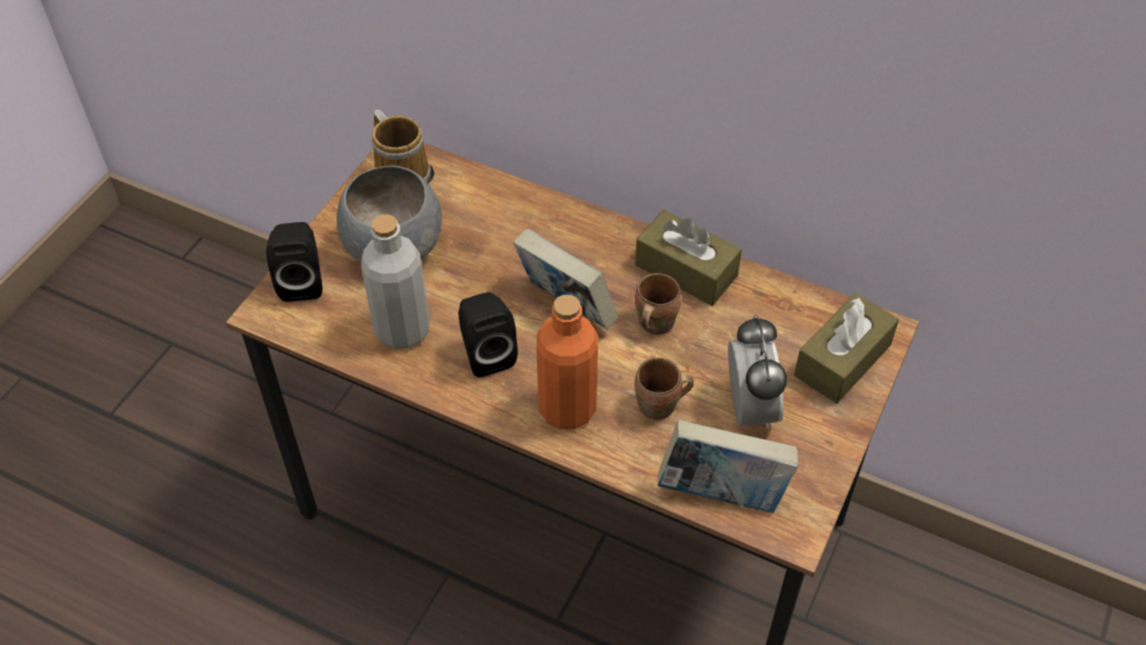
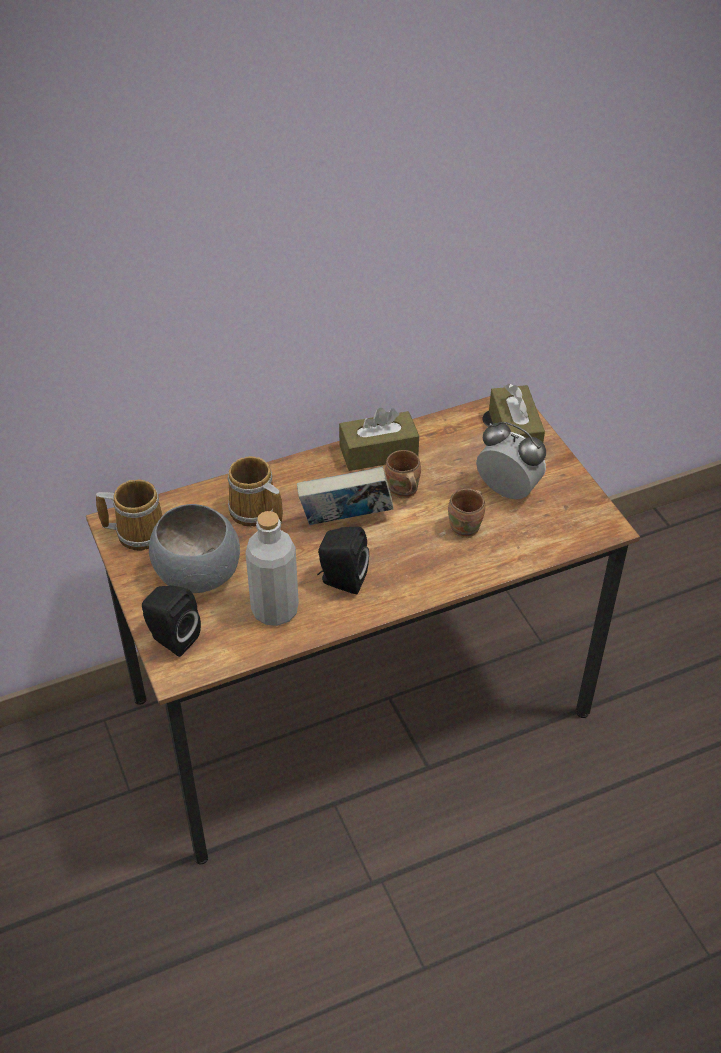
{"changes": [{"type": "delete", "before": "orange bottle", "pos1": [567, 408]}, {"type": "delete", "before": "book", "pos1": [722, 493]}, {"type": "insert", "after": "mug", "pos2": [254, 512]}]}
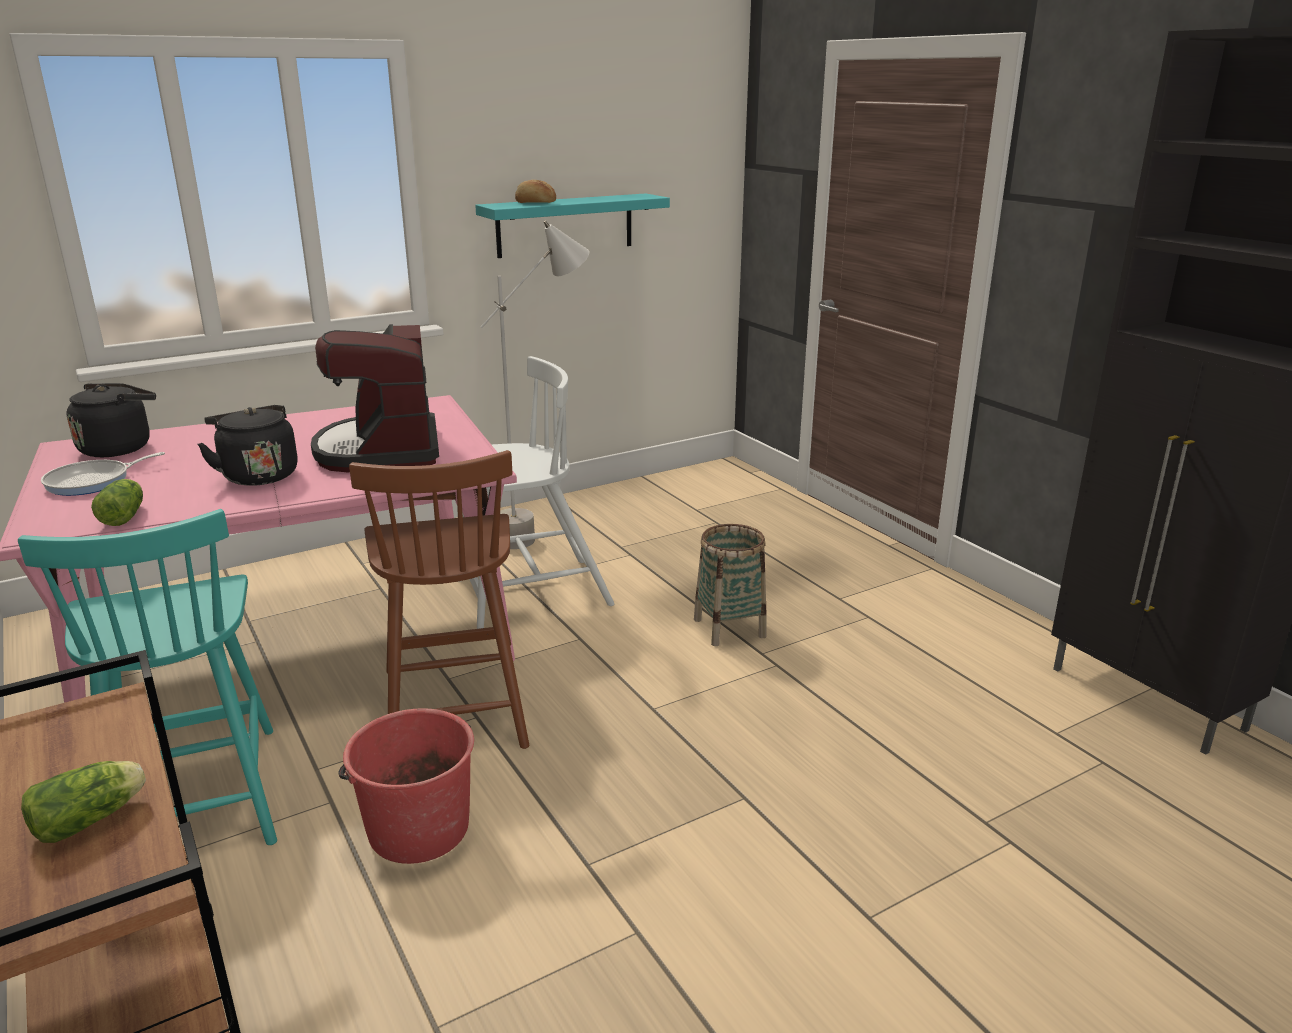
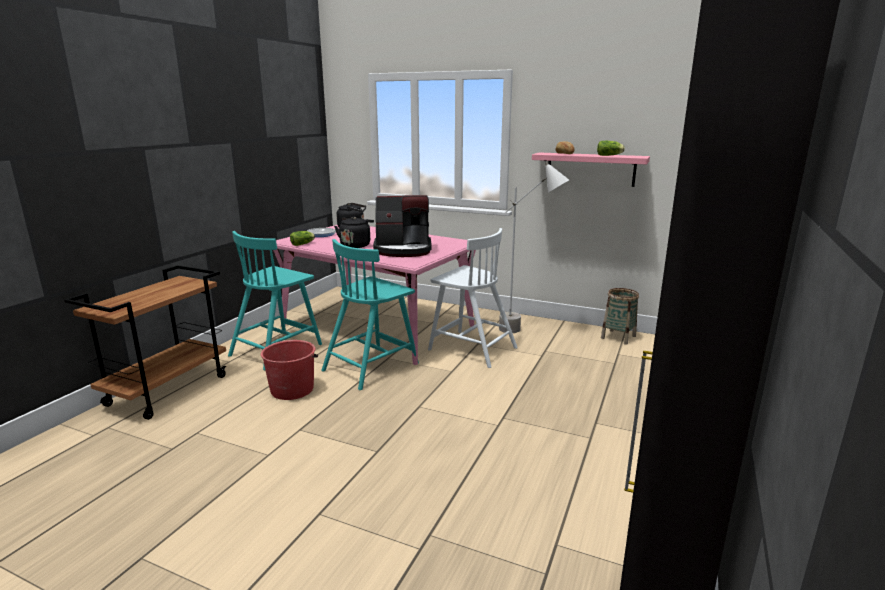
{"changes": [{"type": "recolor", "before": "turquoise shelf", "after": "pink shelf", "pos1": [565, 225], "pos2": [590, 169]}, {"type": "rotate", "before": "coffee machine", "pos1": [381, 450], "pos2": [403, 250], "turn": -135}, {"type": "recolor", "before": "brown chair", "after": "turquoise chair", "pos1": [454, 705], "pos2": [372, 366]}, {"type": "move", "before": "basket", "pos1": [729, 628], "pos2": [618, 337]}, {"type": "move", "before": "lettuce", "pos1": [93, 818], "pos2": [610, 155]}]}
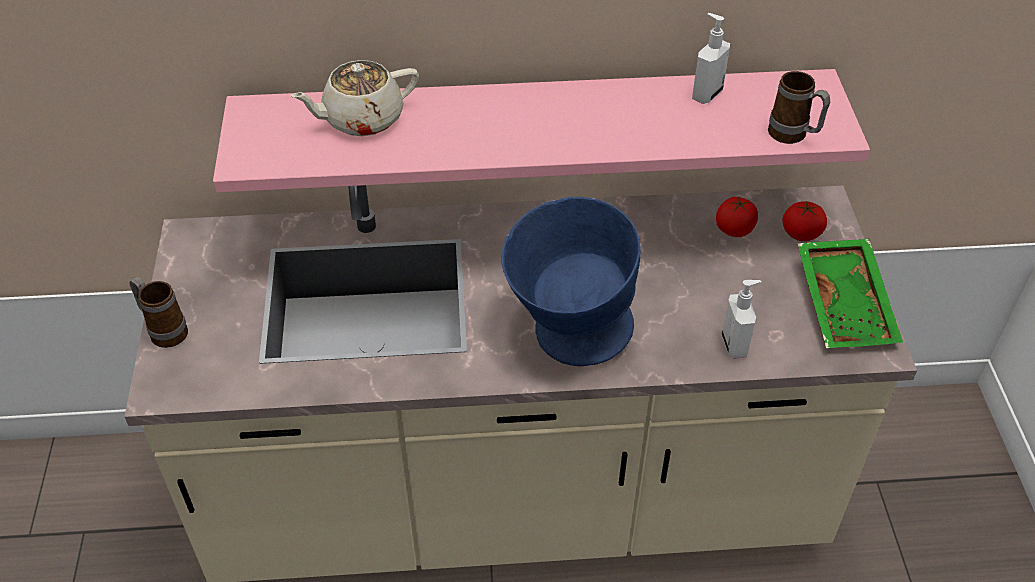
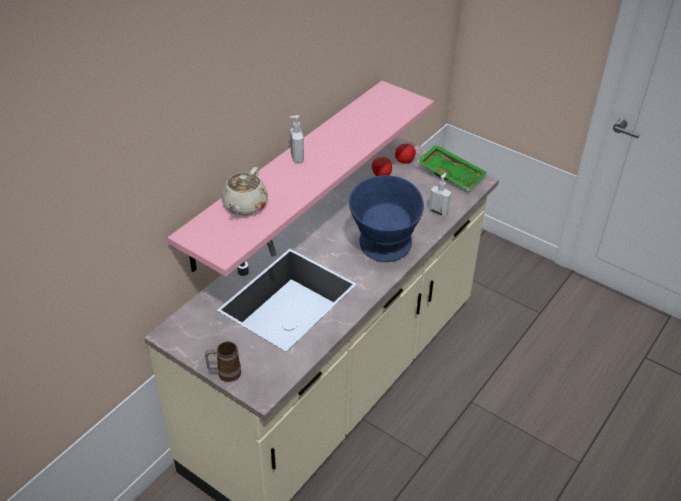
{"changes": [{"type": "move", "before": "soap dispenser", "pos1": [706, 94], "pos2": [296, 158]}, {"type": "delete", "before": "mug", "pos1": [793, 136]}]}
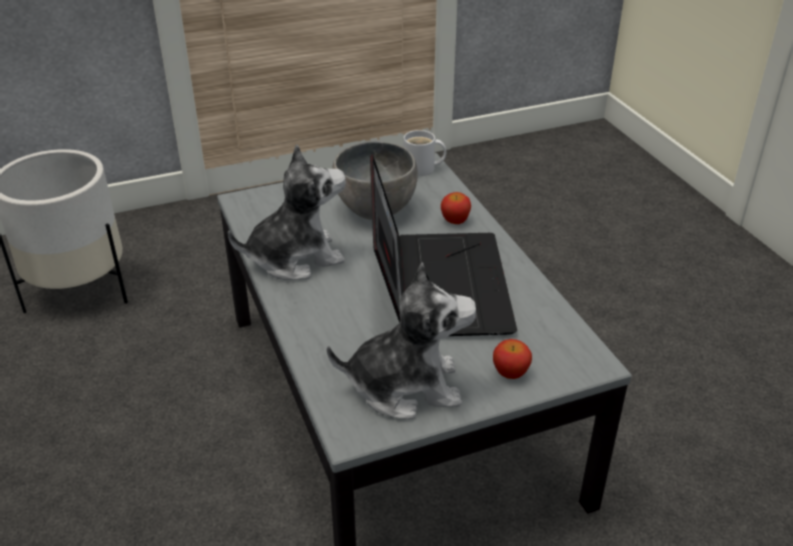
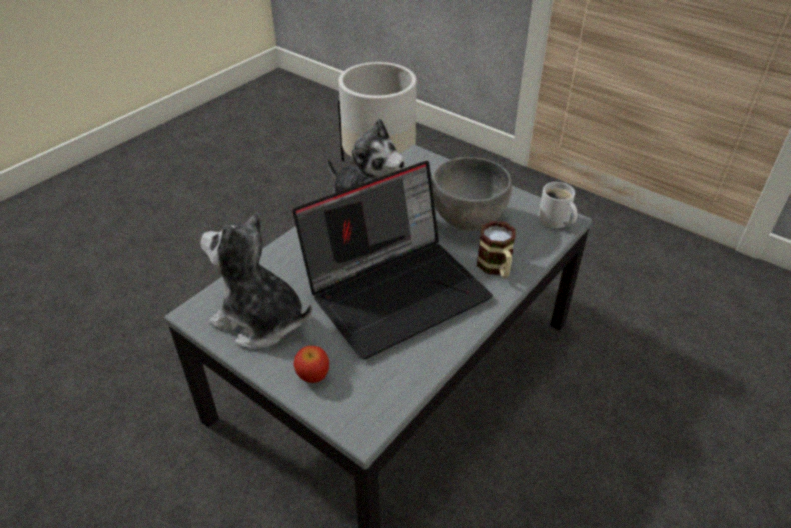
{"changes": [{"type": "replace", "before": "apple", "after": "mug", "pos1": [455, 220], "pos2": [496, 268]}, {"type": "rotate", "before": "plush toy", "pos1": [405, 386], "pos2": [260, 320], "turn": 150}]}
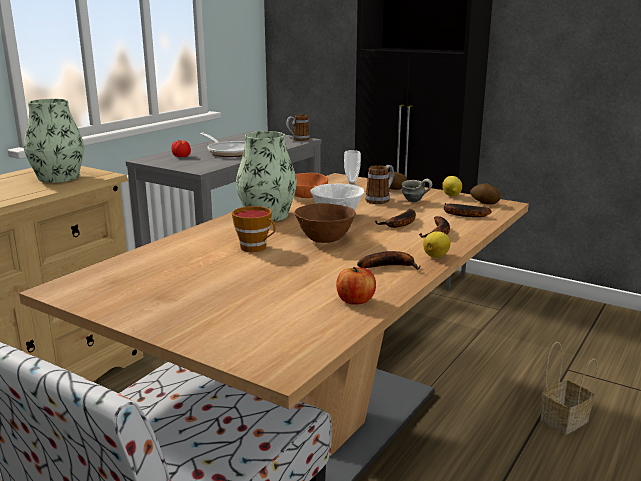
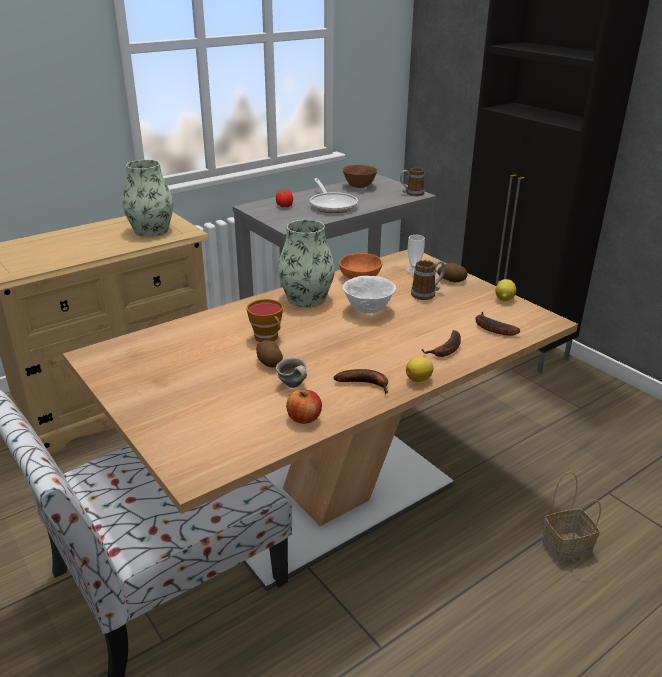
{"changes": [{"type": "move", "before": "grey mug", "pos1": [414, 201], "pos2": [292, 386]}, {"type": "move", "before": "potato", "pos1": [484, 203], "pos2": [269, 362]}, {"type": "move", "before": "brown bowl", "pos1": [324, 240], "pos2": [359, 186]}, {"type": "delete", "before": "banana", "pos1": [400, 224]}]}
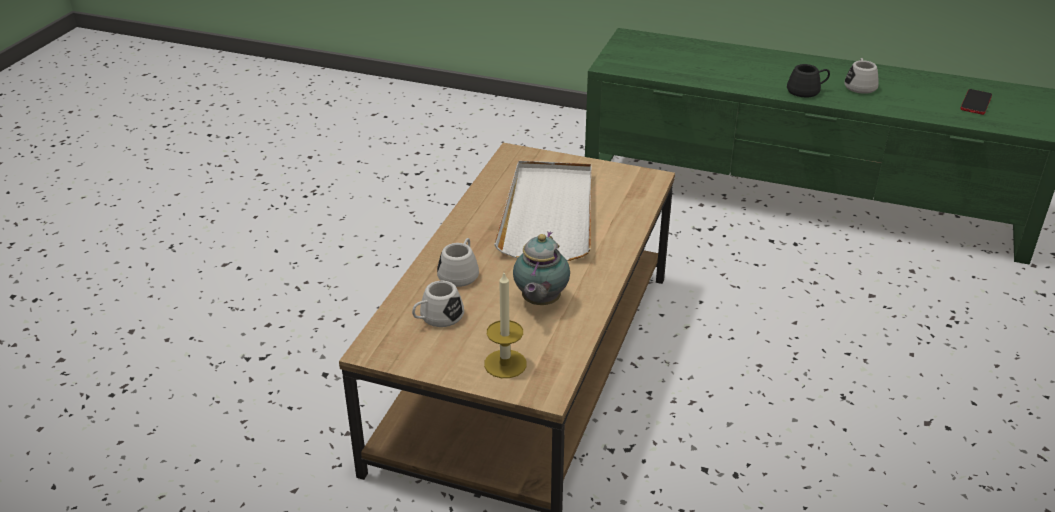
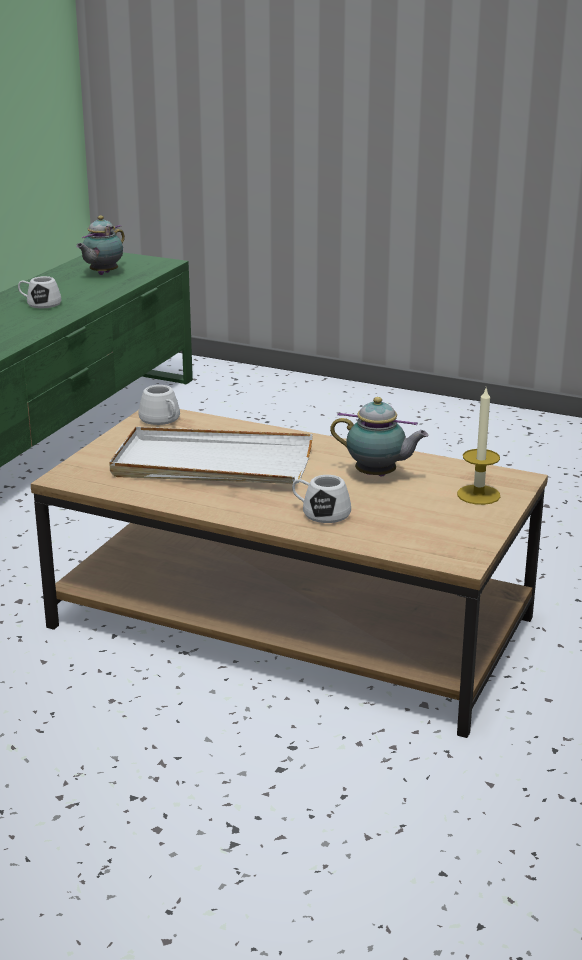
{"changes": [{"type": "delete", "before": "black mug", "pos1": [807, 91]}, {"type": "replace", "before": "phone", "after": "teapot", "pos1": [976, 103], "pos2": [102, 274]}, {"type": "move", "before": "white mug", "pos1": [437, 318], "pos2": [162, 420]}]}
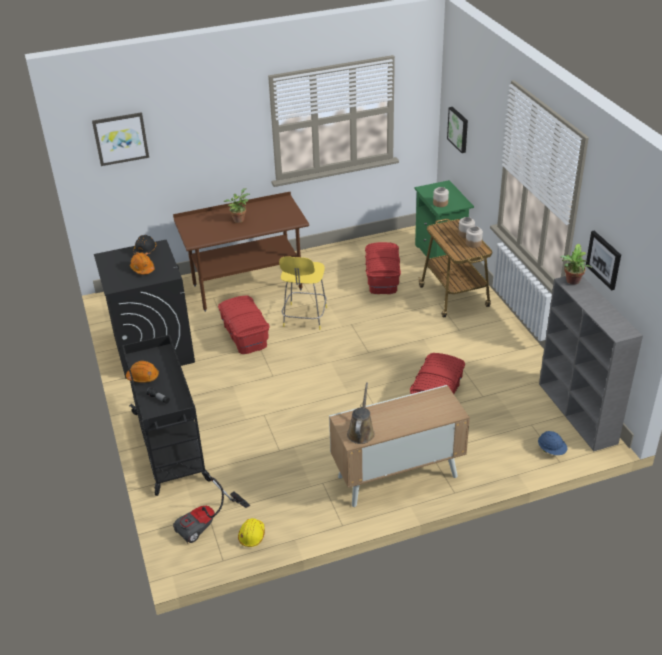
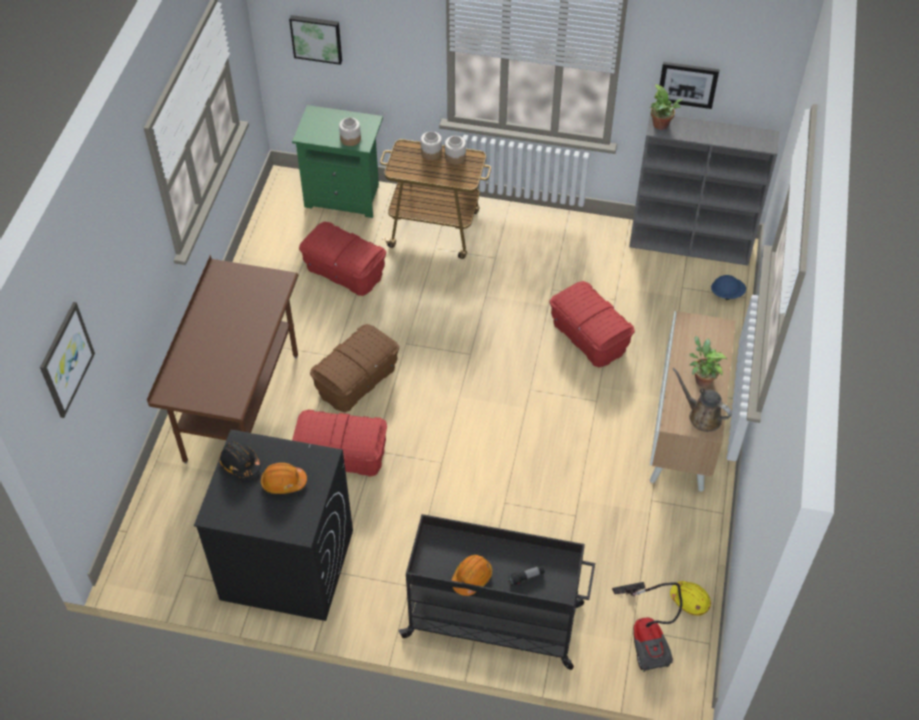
{"changes": [{"type": "move", "before": "potted plant", "pos1": [239, 219], "pos2": [701, 379]}, {"type": "replace", "before": "yellow stool", "after": "brown storage box", "pos1": [304, 318], "pos2": [357, 380]}]}
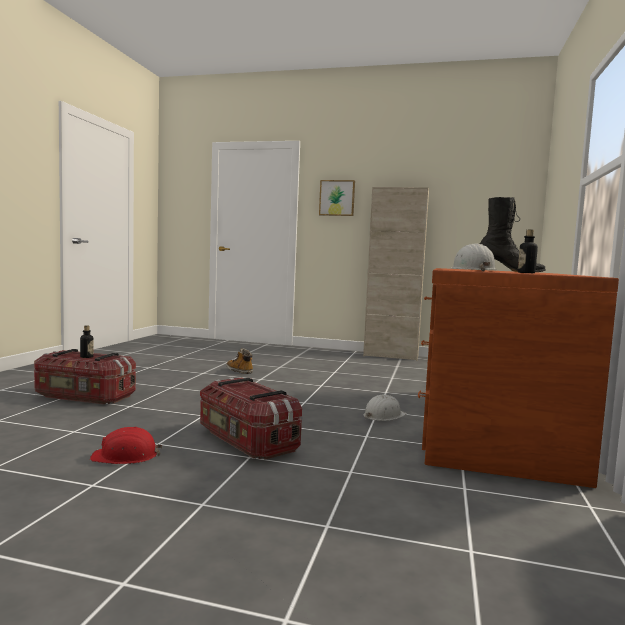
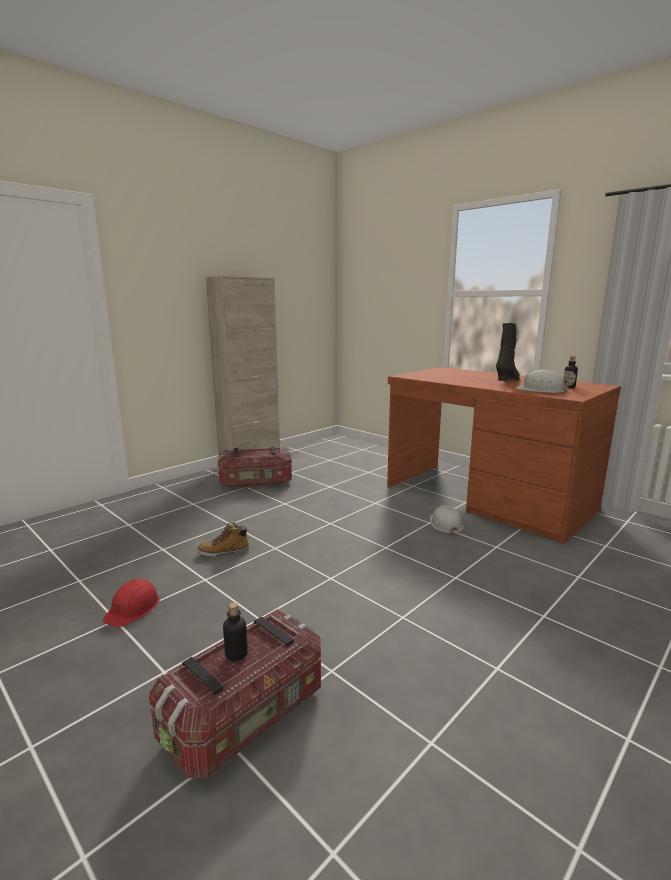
{"changes": [{"type": "delete", "before": "picture", "pos1": [337, 198]}, {"type": "move", "before": "storage box", "pos1": [246, 440], "pos2": [256, 482]}, {"type": "move", "before": "red hard hat", "pos1": [126, 456], "pos2": [133, 608]}]}
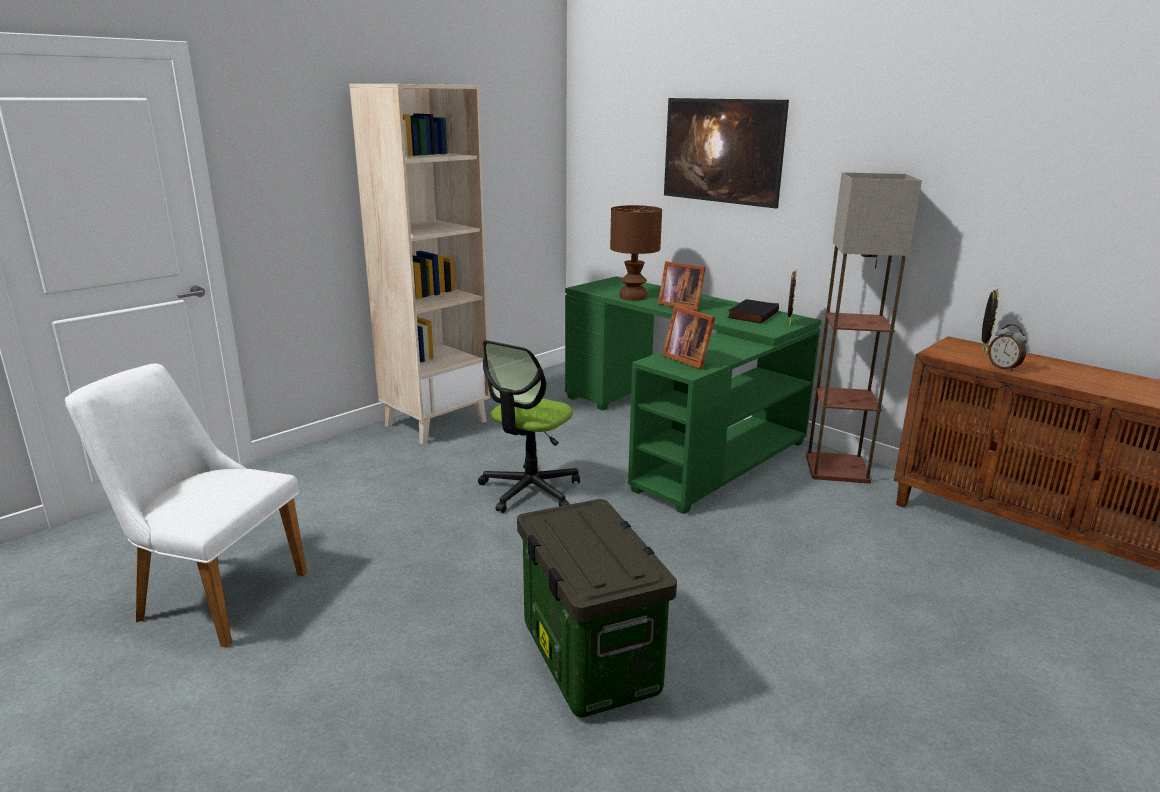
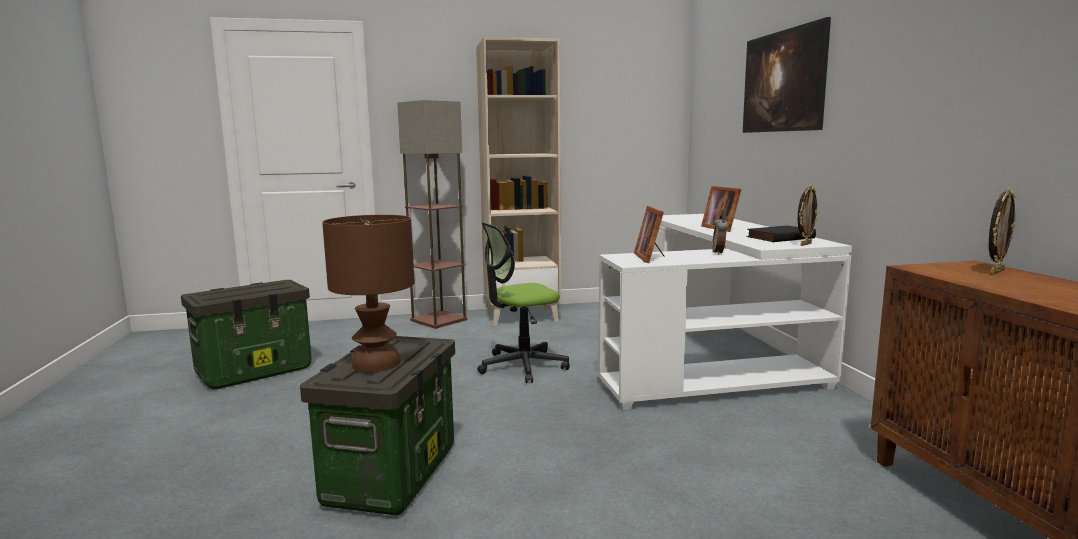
{"changes": [{"type": "move", "before": "floor lamp", "pos1": [837, 468], "pos2": [440, 320]}, {"type": "move", "before": "brown table lamp", "pos1": [633, 297], "pos2": [377, 363]}, {"type": "recolor", "before": "green desk", "after": "white desk", "pos1": [682, 433], "pos2": [713, 357]}, {"type": "move", "before": "alarm clock", "pos1": [1004, 368], "pos2": [719, 253]}, {"type": "replace", "before": "white chair", "after": "storage box", "pos1": [209, 594], "pos2": [255, 371]}]}
